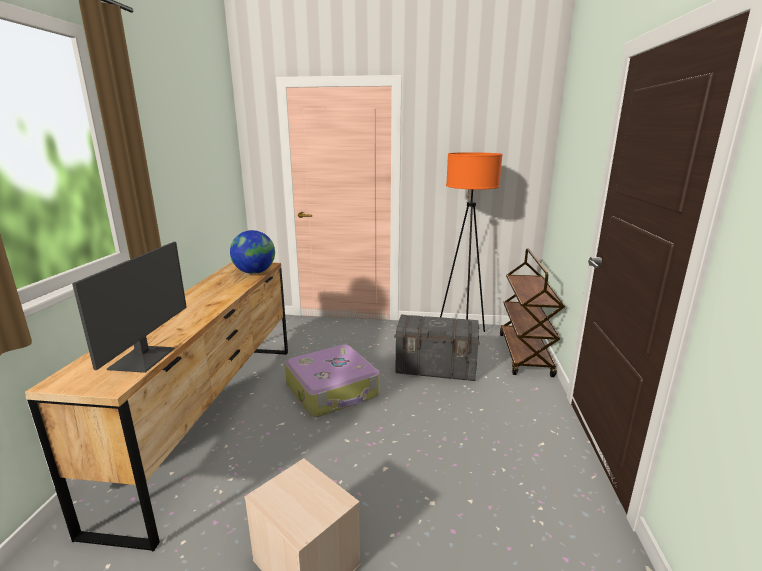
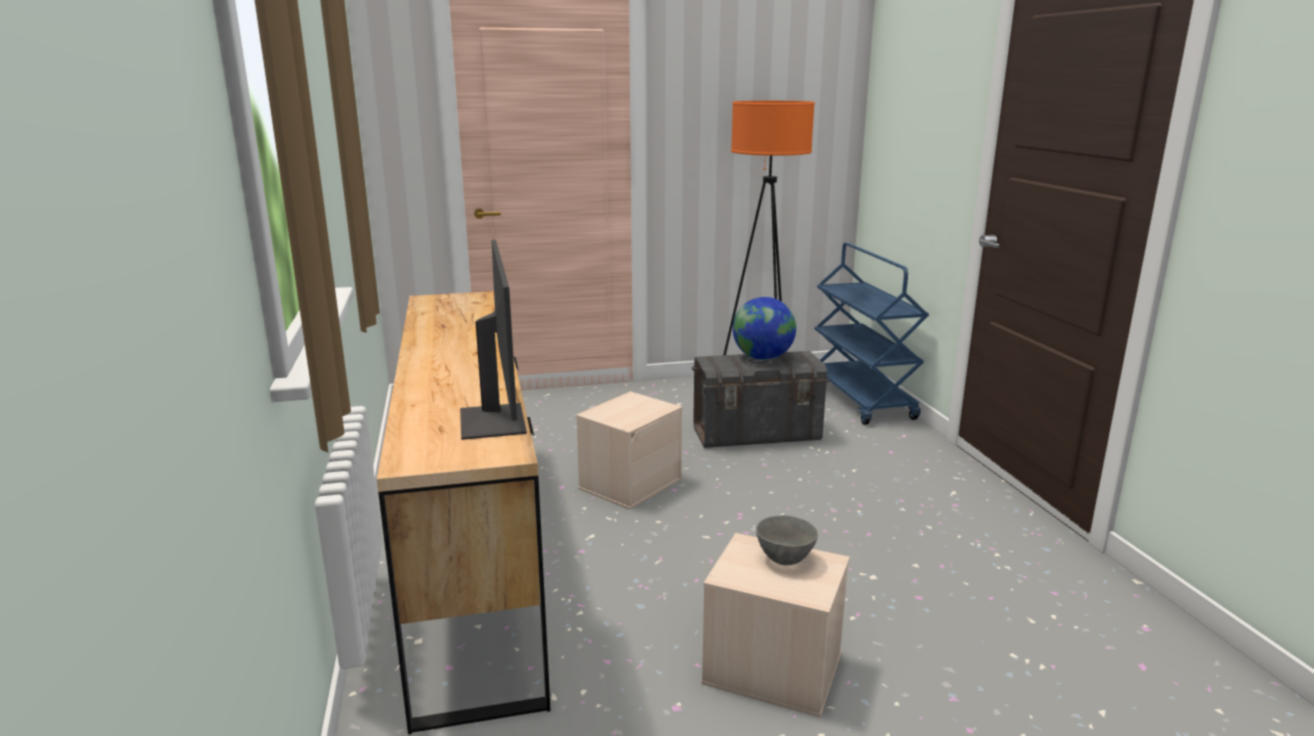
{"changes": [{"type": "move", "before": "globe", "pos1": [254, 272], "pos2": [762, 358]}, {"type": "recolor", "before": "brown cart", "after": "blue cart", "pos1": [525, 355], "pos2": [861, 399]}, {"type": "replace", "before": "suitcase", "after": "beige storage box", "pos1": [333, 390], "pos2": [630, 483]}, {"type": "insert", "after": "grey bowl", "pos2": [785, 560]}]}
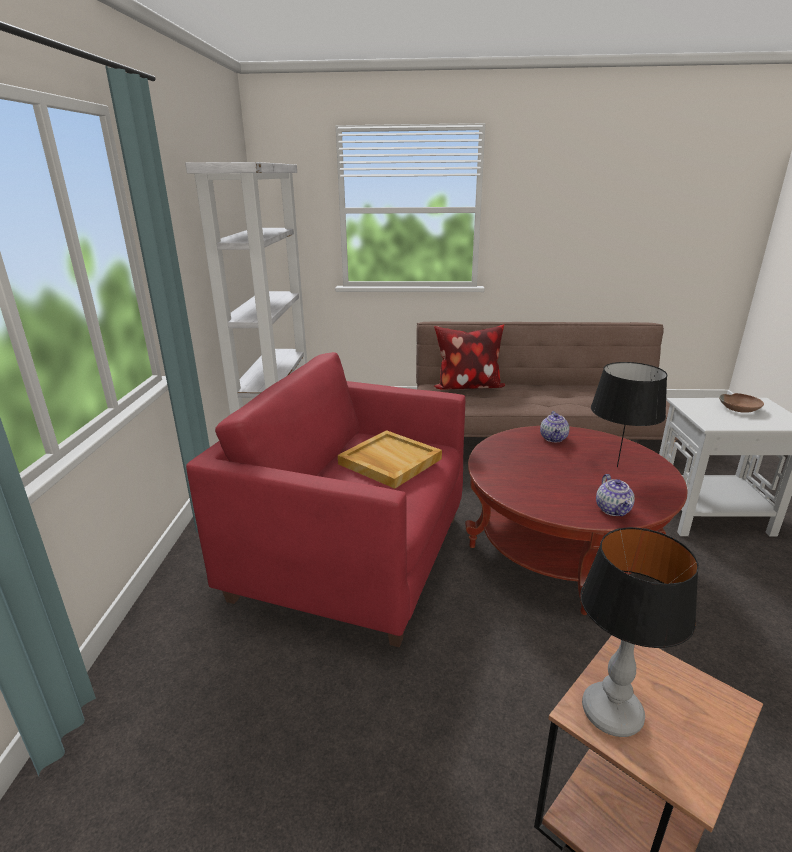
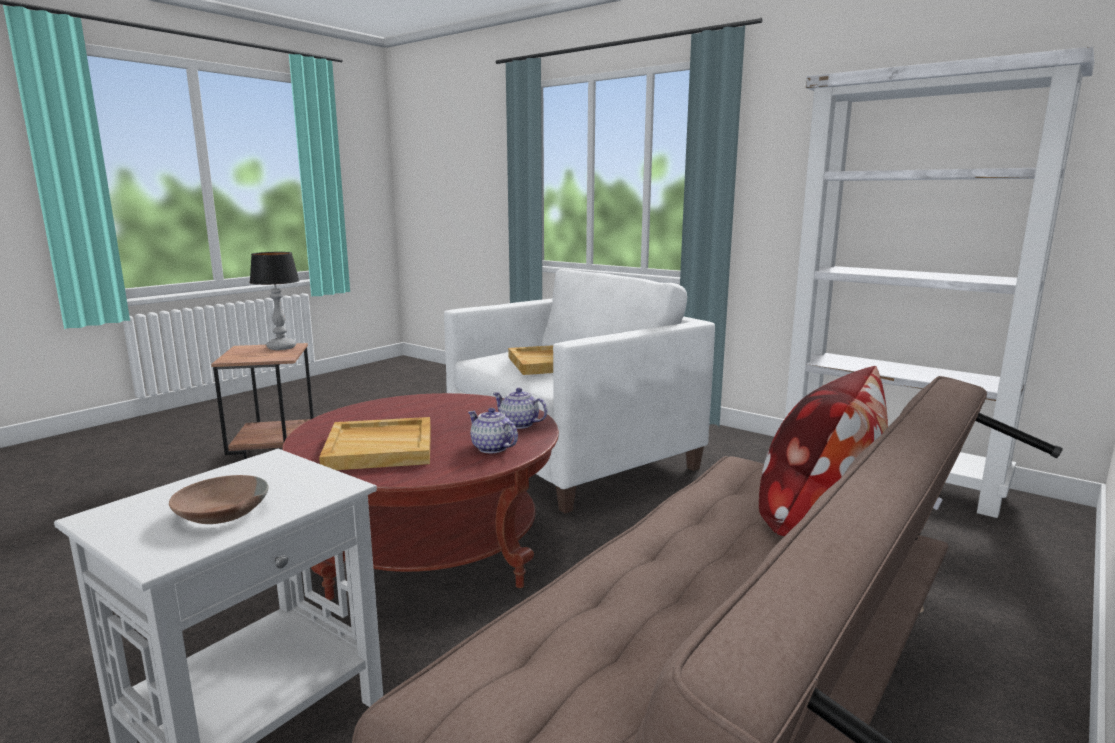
{"changes": [{"type": "recolor", "before": "red armchair", "after": "white armchair", "pos1": [352, 558], "pos2": [571, 457]}, {"type": "replace", "before": "black table lamp", "after": "beige tray", "pos1": [617, 467], "pos2": [381, 448]}, {"type": "move", "before": "teapot", "pos1": [613, 510], "pos2": [518, 424]}]}
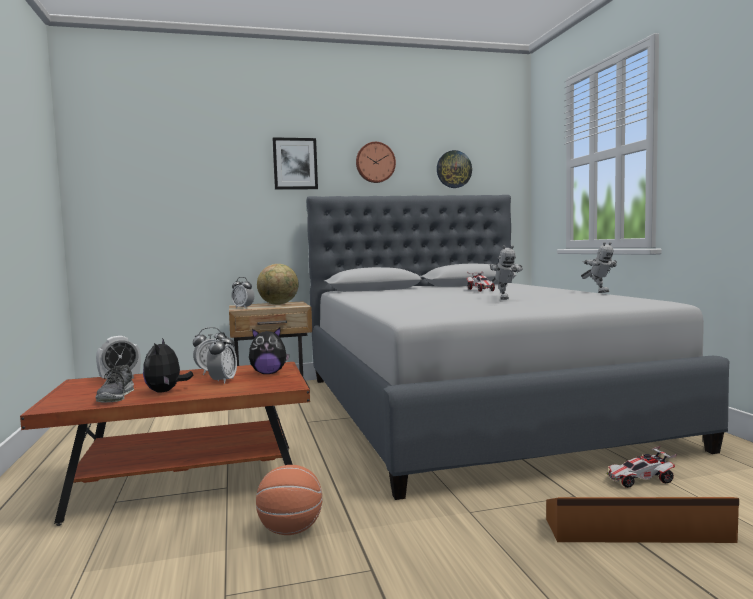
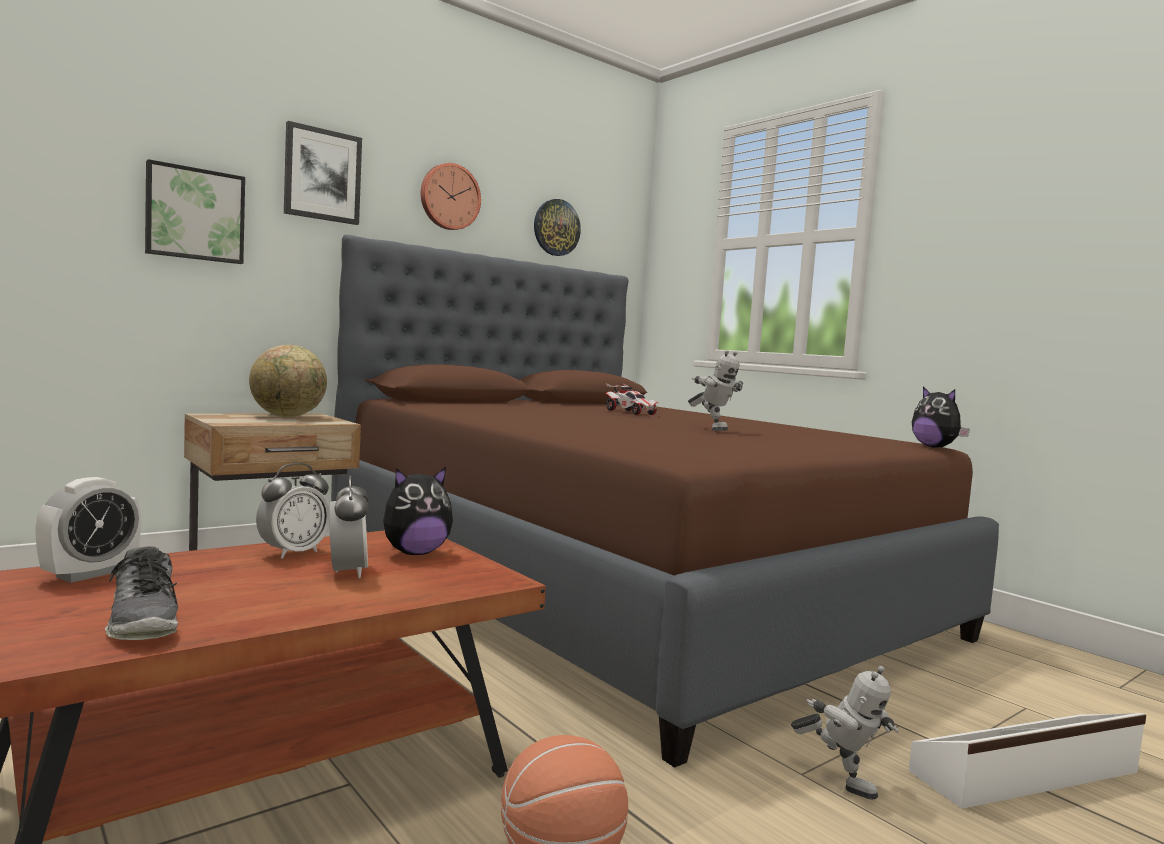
{"changes": [{"type": "recolor", "before": "grey bed", "after": "brown bed", "pos1": [470, 408], "pos2": [623, 590]}, {"type": "move", "before": "toy robot", "pos1": [599, 292], "pos2": [841, 781]}, {"type": "delete", "before": "alarm clock", "pos1": [243, 308]}, {"type": "move", "before": "plush toy", "pos1": [166, 391], "pos2": [935, 447]}, {"type": "delete", "before": "toy car", "pos1": [640, 481]}, {"type": "recolor", "before": "brown storage box", "after": "white storage box", "pos1": [638, 531], "pos2": [1027, 773]}, {"type": "insert", "after": "picture", "pos2": [195, 214]}]}
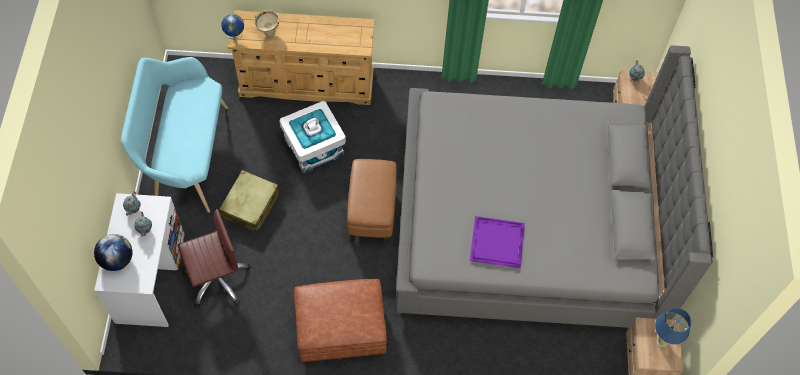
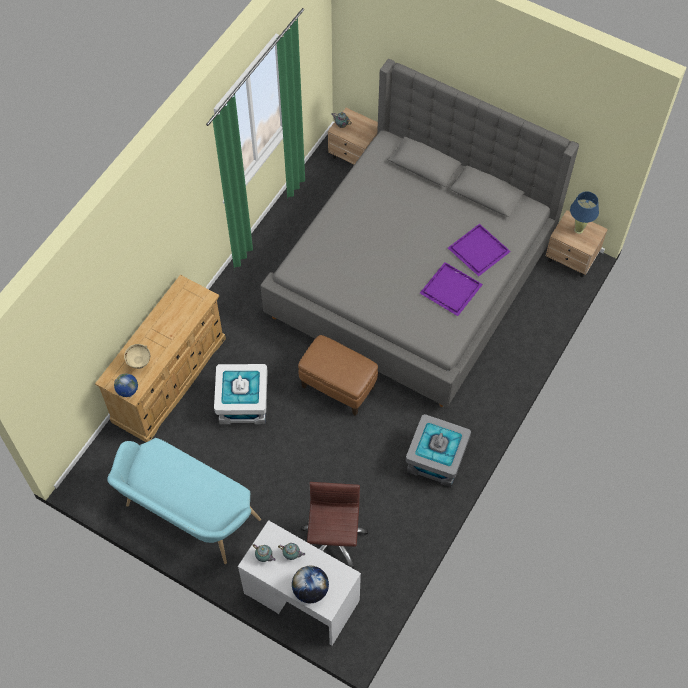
{"changes": [{"type": "delete", "before": "beige suitcase", "pos1": [251, 206]}, {"type": "replace", "before": "brown ottoman", "after": "grey storage box", "pos1": [342, 330], "pos2": [435, 459]}, {"type": "insert", "after": "purple tray", "pos2": [478, 252]}]}
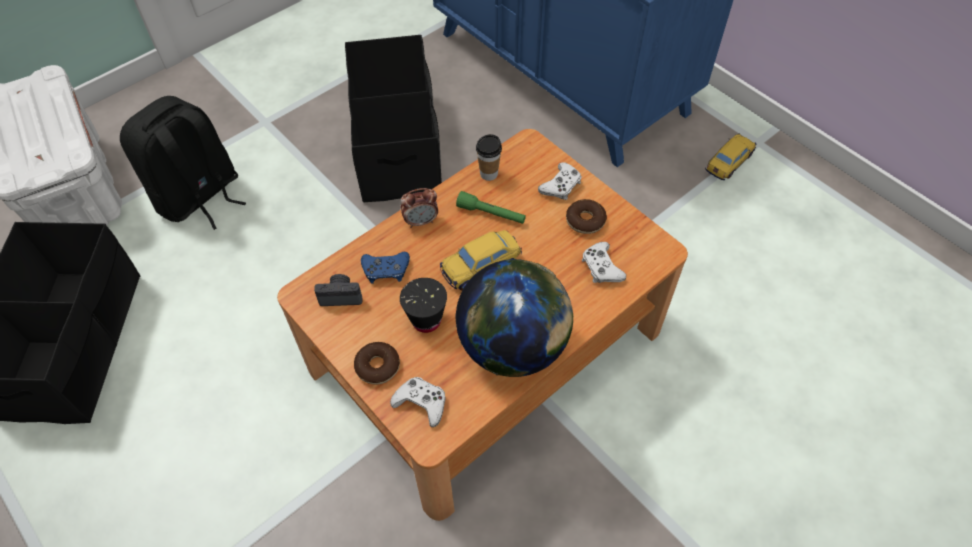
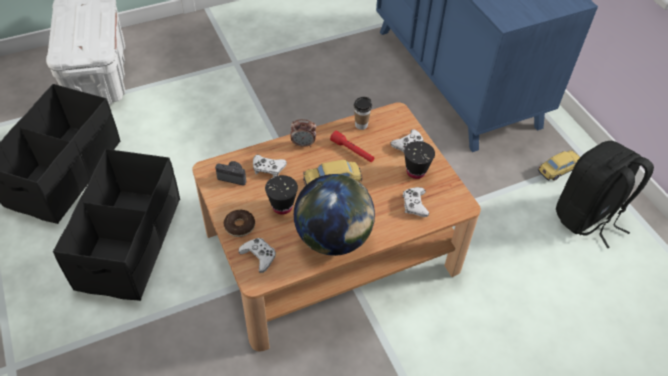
{"changes": [{"type": "move", "before": "black storage box", "pos1": [397, 145], "pos2": [130, 243]}, {"type": "move", "before": "black backpack", "pos1": [199, 197], "pos2": [587, 217]}, {"type": "recolor", "before": "green flashlight", "after": "red flashlight", "pos1": [491, 214], "pos2": [352, 151]}, {"type": "replace", "before": "donut", "after": "black cup", "pos1": [585, 221], "pos2": [416, 172]}, {"type": "recolor", "before": "blue game controller", "after": "white game controller", "pos1": [386, 270], "pos2": [268, 168]}]}
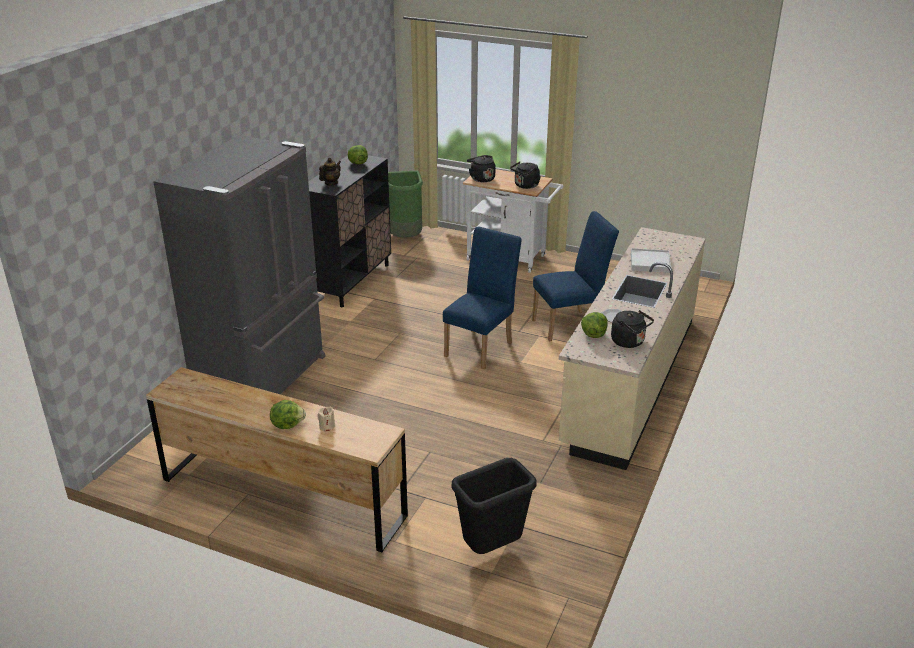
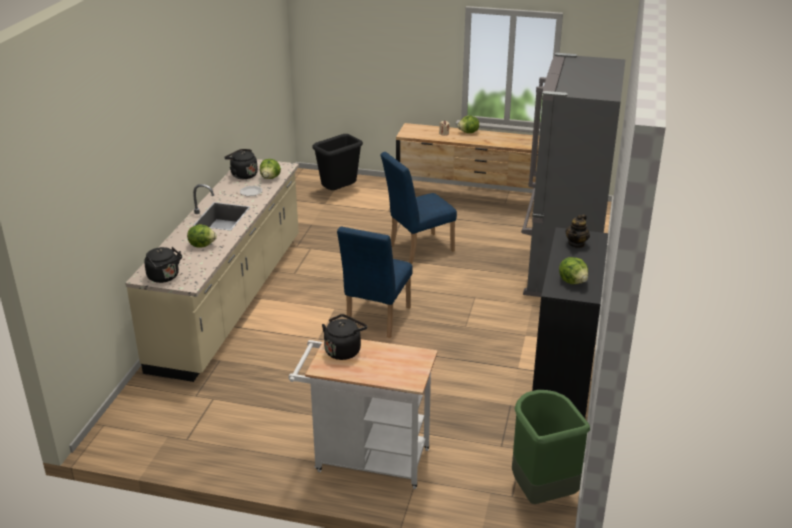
{"changes": [{"type": "move", "before": "black kettle", "pos1": [481, 178], "pos2": [165, 277]}, {"type": "move", "before": "blue chair", "pos1": [570, 325], "pos2": [417, 249]}, {"type": "replace", "before": "white tray", "after": "lettuce", "pos1": [650, 263], "pos2": [202, 245]}]}
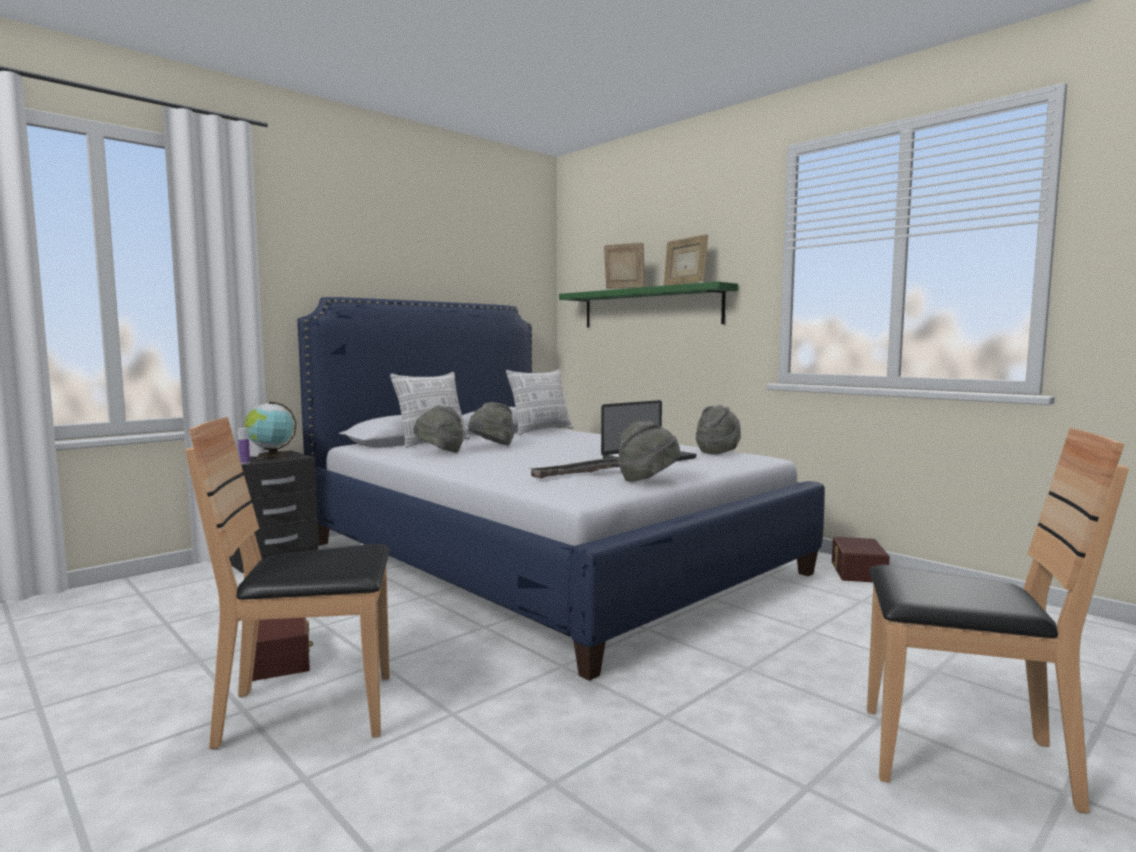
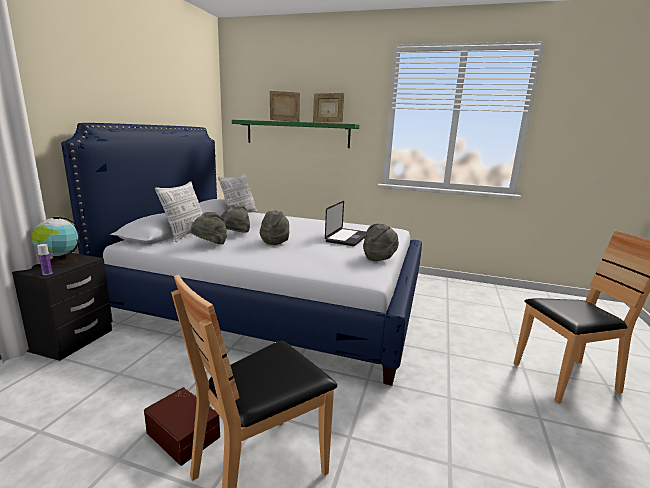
{"changes": [{"type": "move", "before": "grey hat", "pos1": [718, 452], "pos2": [275, 241]}, {"type": "delete", "before": "tray", "pos1": [578, 473]}, {"type": "delete", "before": "brown storage box", "pos1": [856, 572]}]}
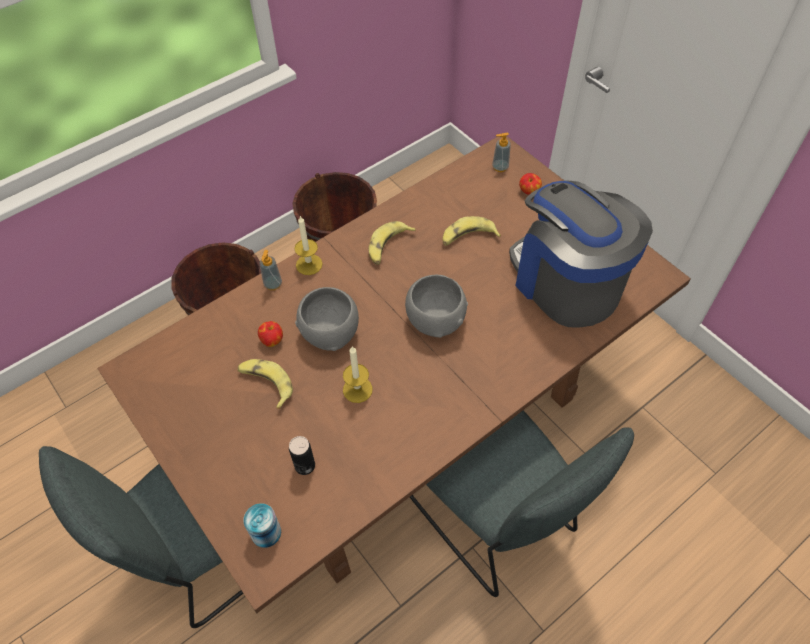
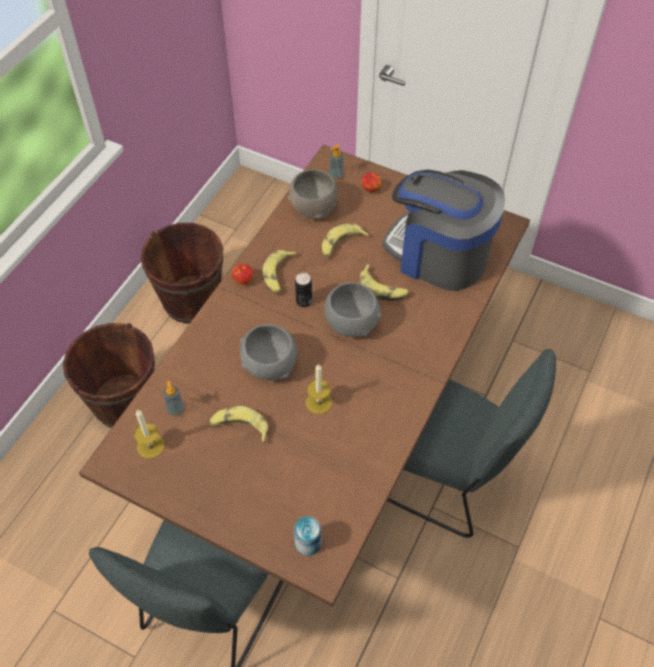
{"changes": [{"type": "move", "before": "candle", "pos1": [309, 264], "pos2": [150, 446]}, {"type": "move", "before": "soap dispenser", "pos1": [273, 284], "pos2": [176, 409]}, {"type": "move", "before": "apple", "pos1": [272, 340], "pos2": [243, 280]}, {"type": "move", "before": "can", "pos1": [305, 465], "pos2": [304, 301]}, {"type": "insert", "after": "grey bowl", "pos2": [313, 208]}, {"type": "insert", "after": "banana", "pos2": [383, 288]}]}
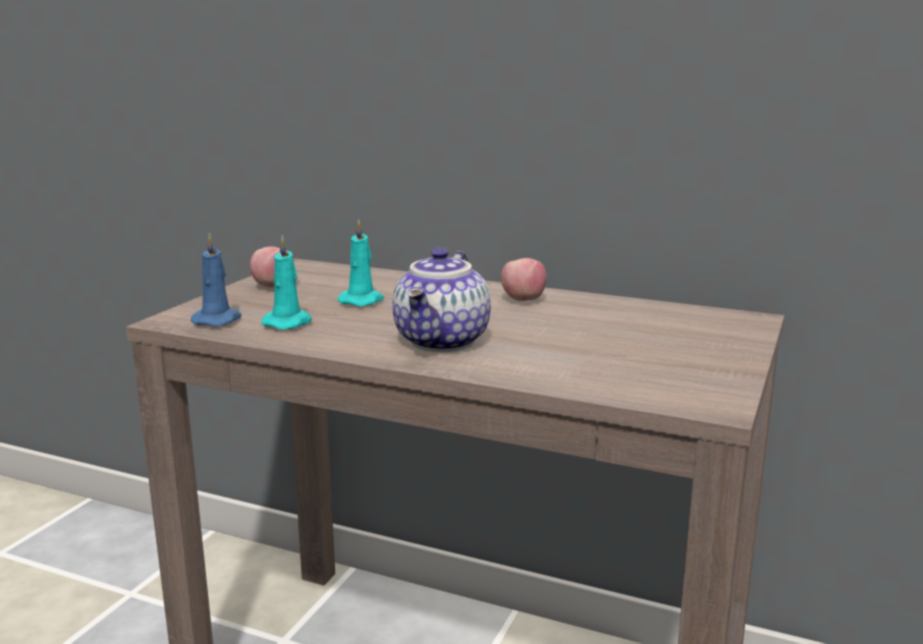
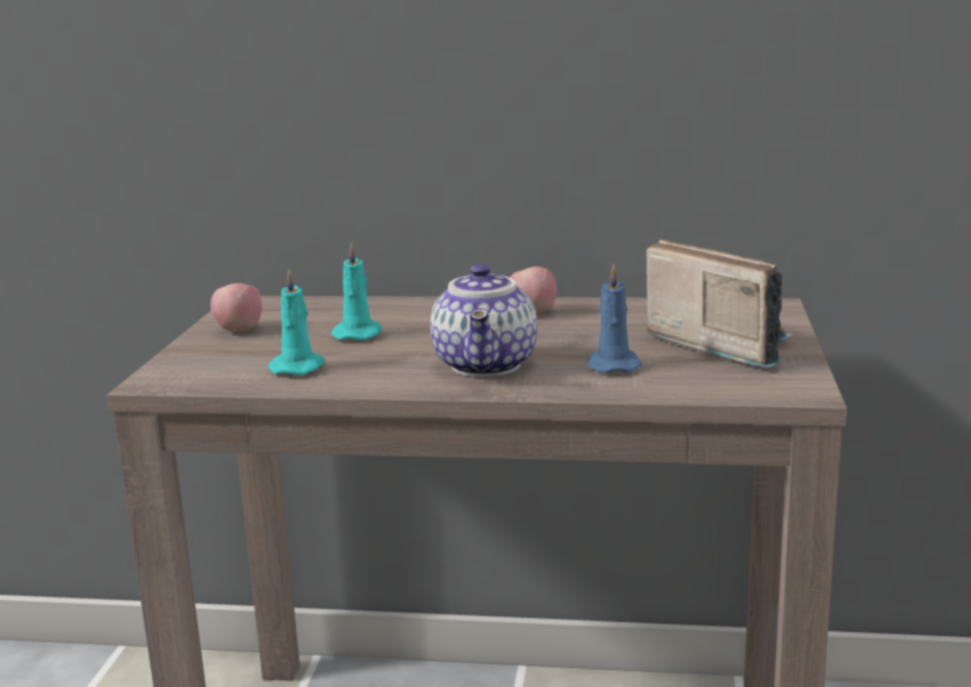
{"changes": [{"type": "move", "before": "blue candle", "pos1": [218, 320], "pos2": [613, 365]}, {"type": "insert", "after": "radio", "pos2": [721, 345]}]}
